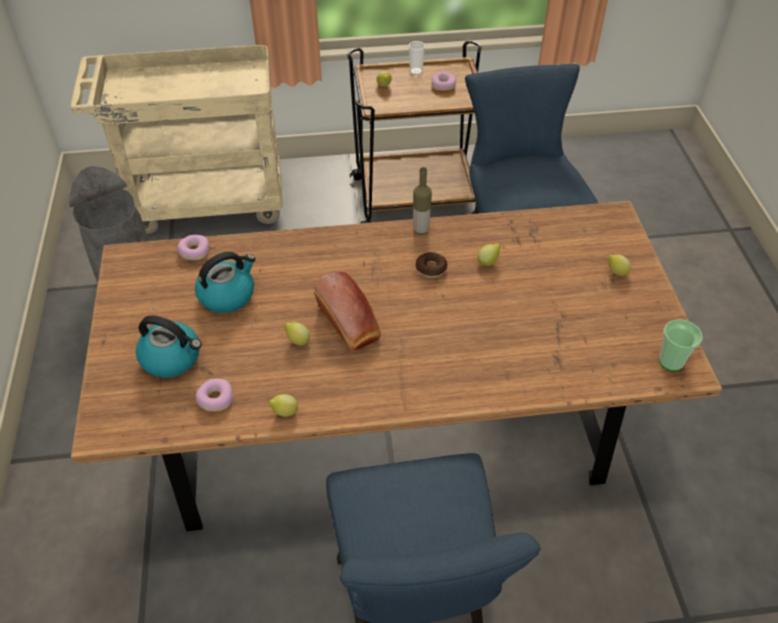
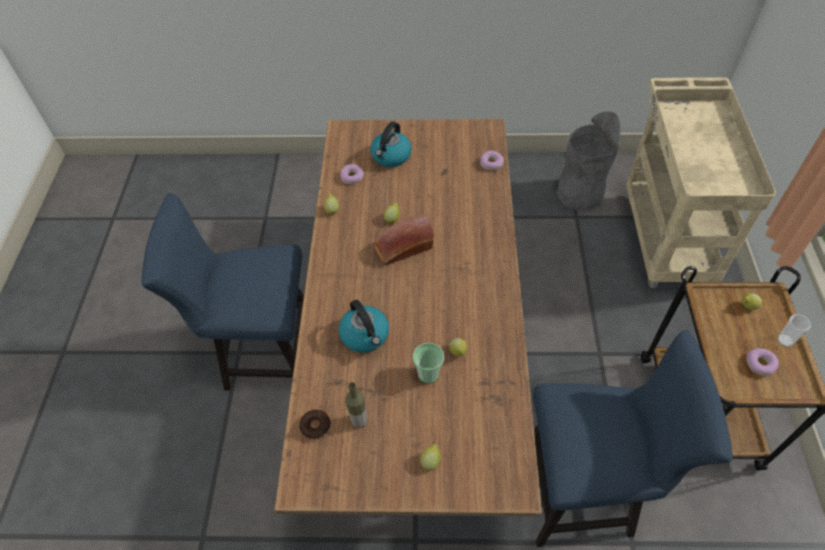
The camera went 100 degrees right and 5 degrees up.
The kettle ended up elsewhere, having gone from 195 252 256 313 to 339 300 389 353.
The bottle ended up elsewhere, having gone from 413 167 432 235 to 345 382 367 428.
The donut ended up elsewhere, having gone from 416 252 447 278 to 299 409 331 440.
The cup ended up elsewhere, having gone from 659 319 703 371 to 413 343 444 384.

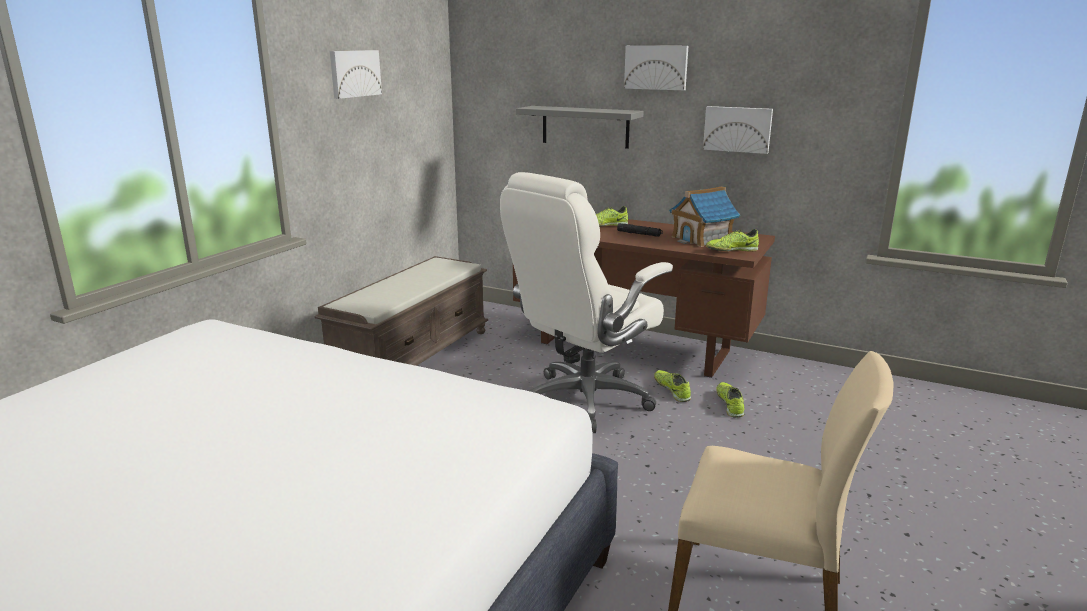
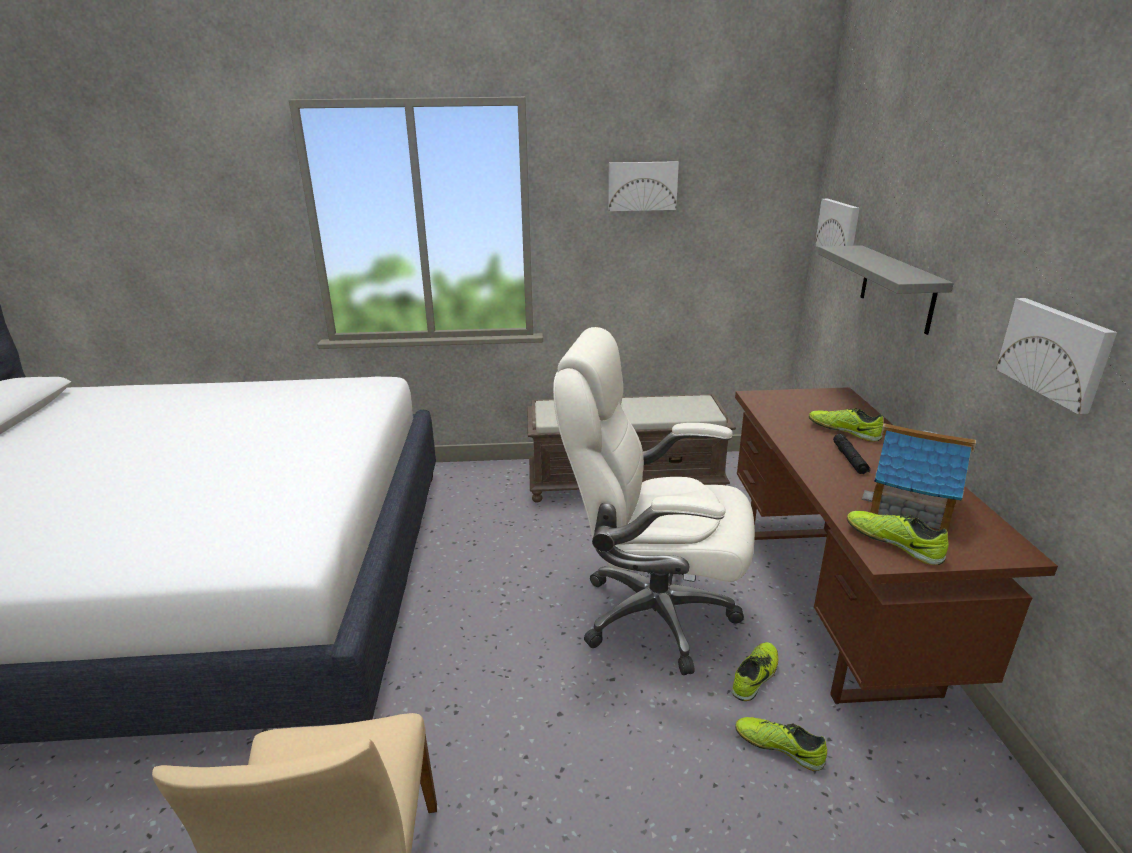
The camera went 60 degrees right and 5 degrees up.
The picture ended up elsewhere, having gone from 624 45 688 90 to 815 199 860 247.
The shoe at 717 382 744 418 ended up facing another way, 120 degrees counterclockwise from before.

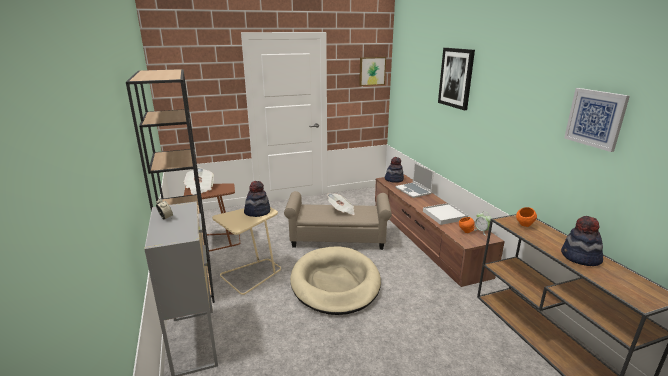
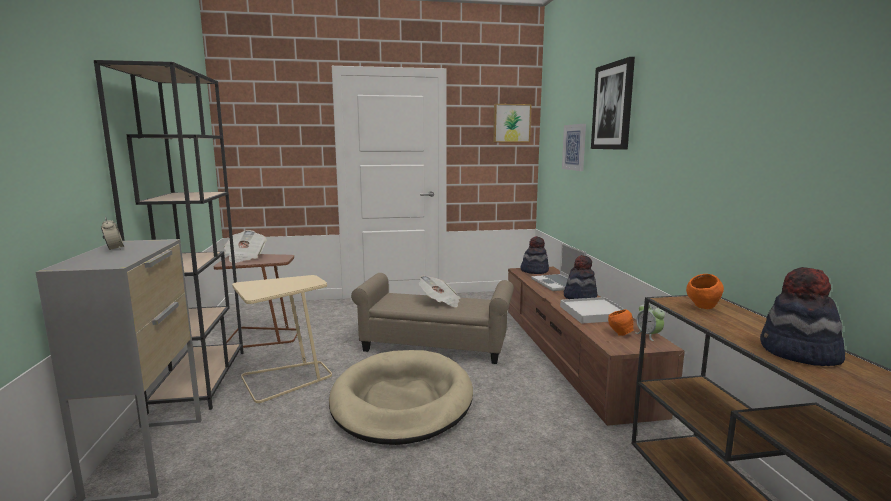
The camera went 10 degrees right and 10 degrees down.
The hat ended up elsewhere, having gone from 244 181 270 217 to 564 255 597 299.
The picture ended up elsewhere, having gone from 564 88 630 152 to 562 124 586 171.

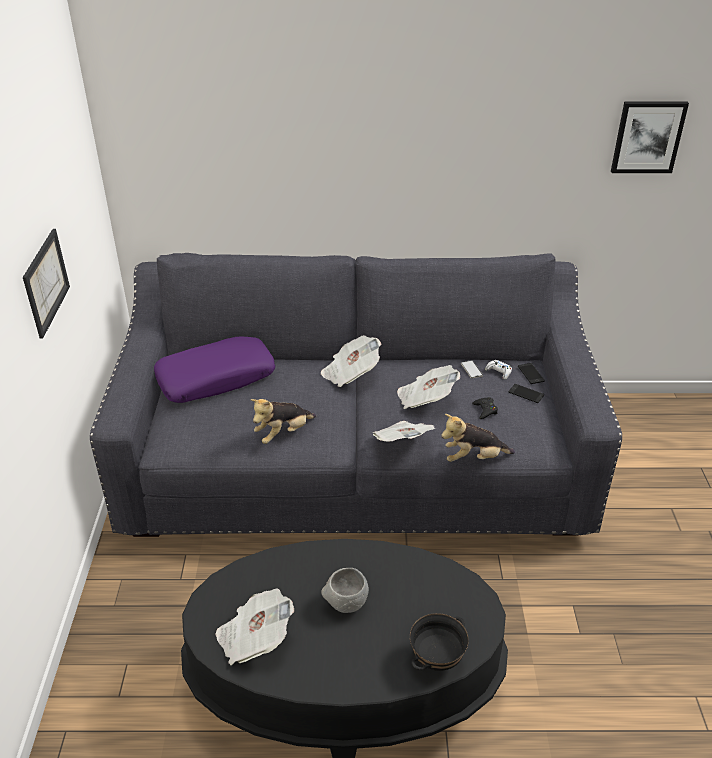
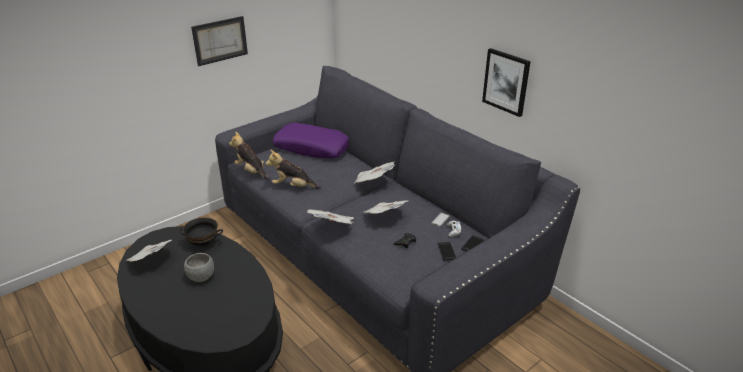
The camera went 50 degrees right and 5 degrees down.
The bowl/black ended up elsewhere, having gone from 410 613 469 671 to 179 217 223 248.
The plush toy ended up elsewhere, having gone from 441 414 515 462 to 229 132 271 181.
The picture ended up elsewhere, having gone from 611 101 689 173 to 482 48 531 117.

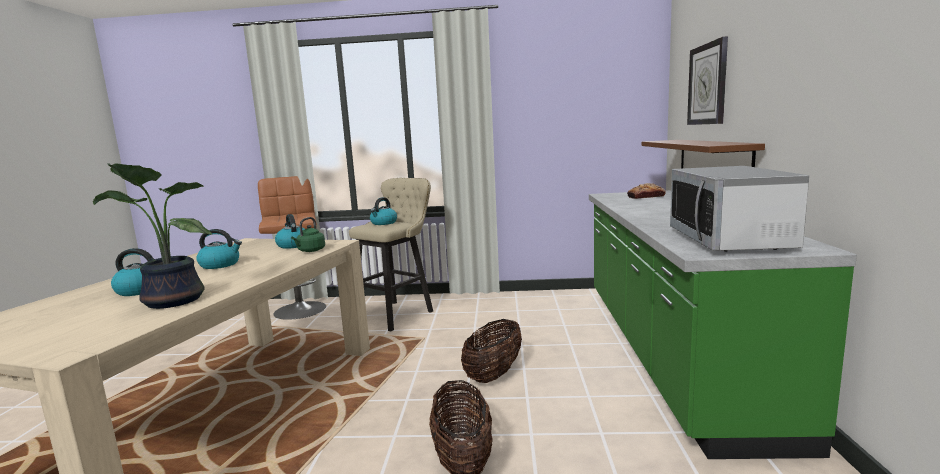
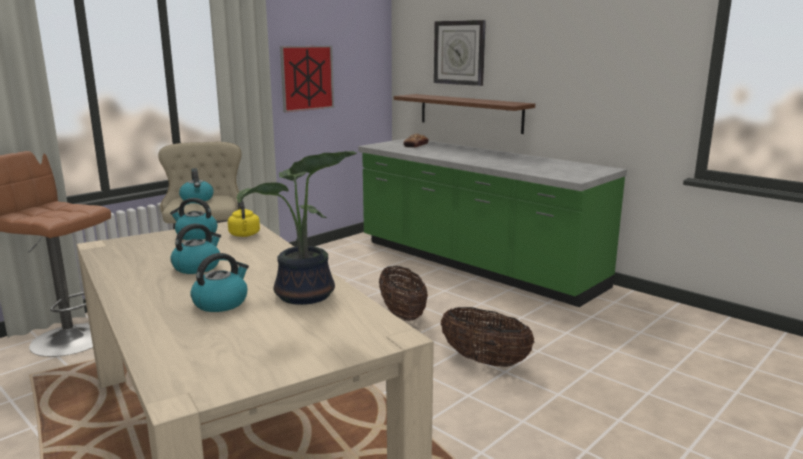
The camera went 50 degrees left and 5 degrees up.
What was the kettle/green at 291 217 325 252 turned into the kettle/yellow at 228 200 260 237.
The second view lost the microwave at 670 166 809 251.
The second view gained the picture at 280 46 334 112.

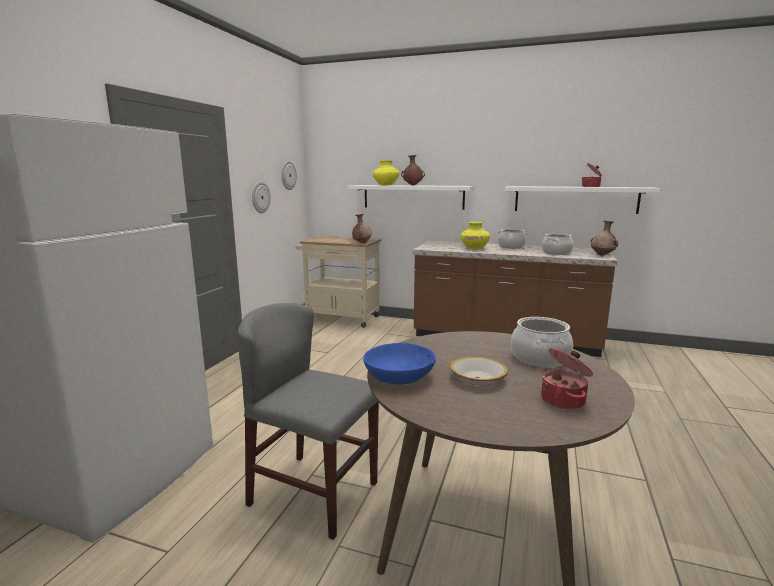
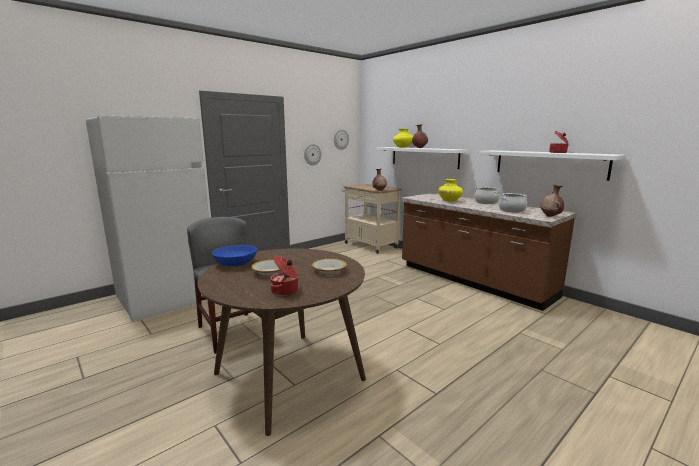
The camera went 30 degrees right and 0 degrees up.
Where the cooking pot stood at 511 317 573 367, the bowl came to stand at 312 259 347 275.

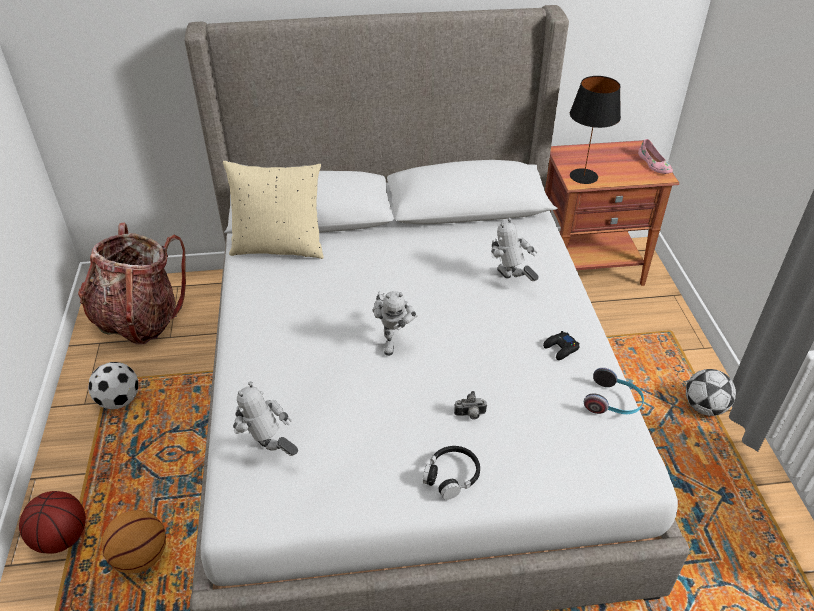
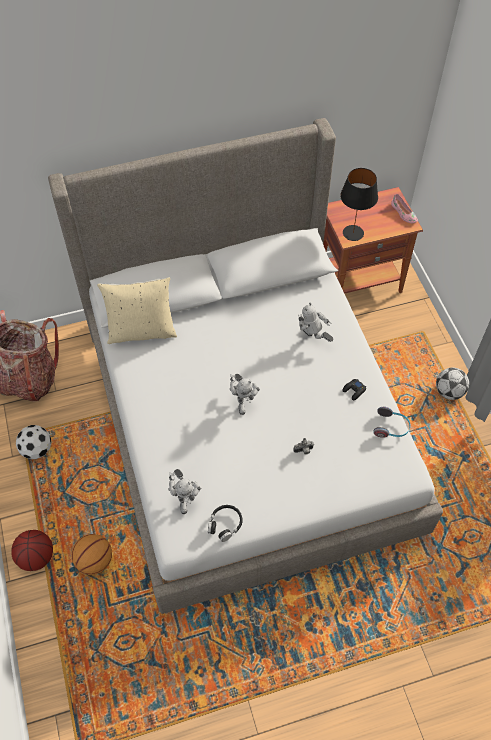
The camera went 10 degrees left and 15 degrees up.
The toy robot at 233 381 298 456 ended up facing another way, 135 degrees counterclockwise from before.
The headphones/black ended up elsewhere, having gone from 422 446 480 500 to 208 505 243 542.

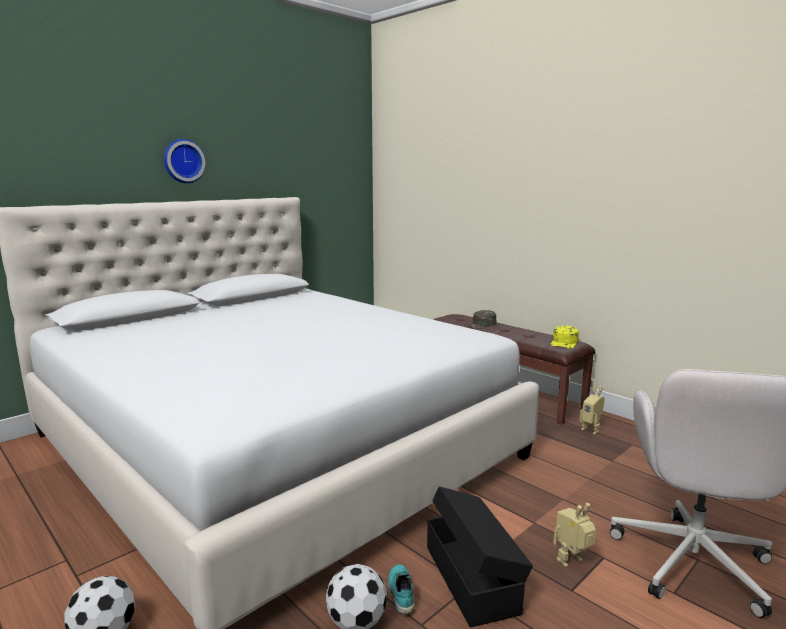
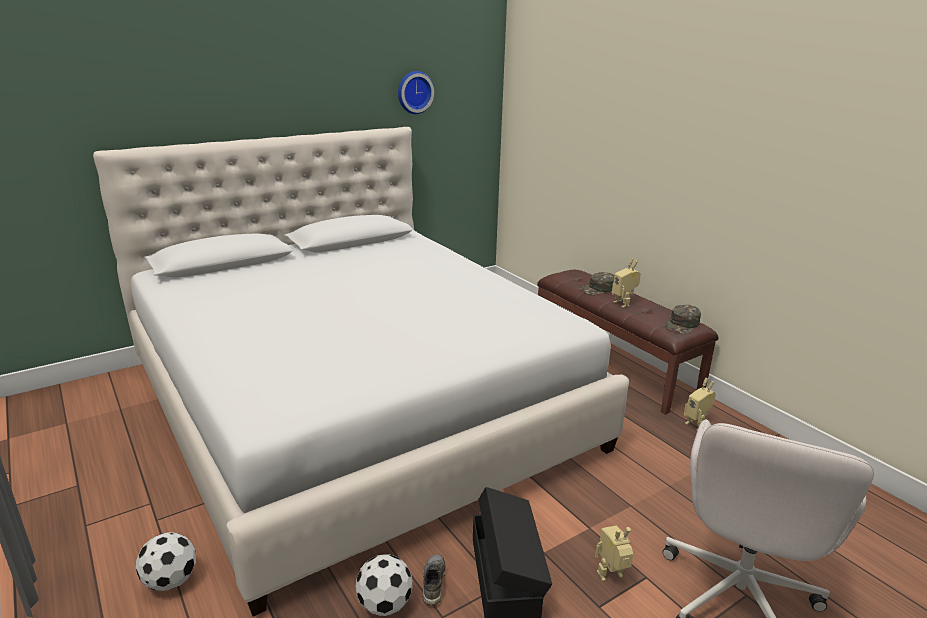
The camera went 10 degrees right and 10 degrees up.
The wall clock ended up elsewhere, having gone from 164 139 206 183 to 398 71 434 114.
What was the shoe/turquoise at 388 564 415 614 turned into the shoe/grey at 423 554 446 605.
What was the cap/yellow at 550 326 579 348 turned into the cap/green at 664 305 701 334.
The second view gained the toy robot at 612 258 641 308.

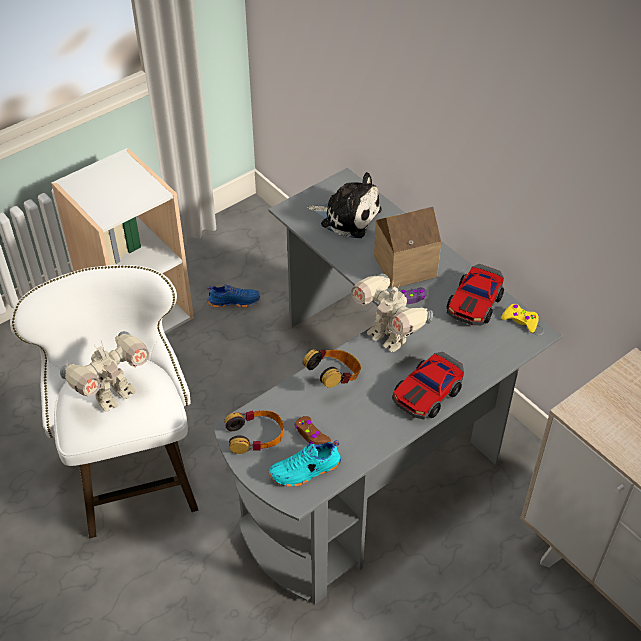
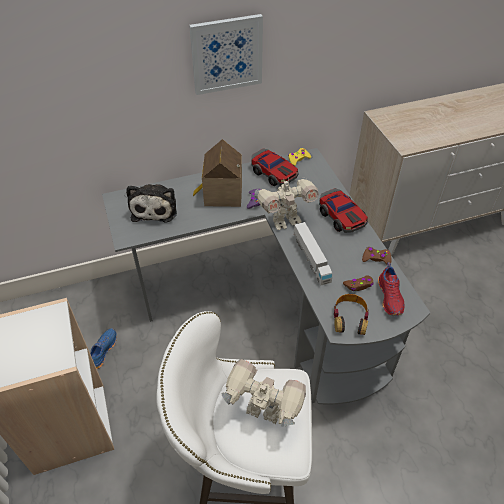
The camera went 70 degrees left and 0 degrees up.
The toy robot at 60 331 149 412 ended up facing another way, 45 degrees counterclockwise from before.
What was the shoe/turquoise at 269 440 341 487 turned into the shoe/red at 378 263 405 316.
Where the headphones stood at 303 349 361 388, the toy truck came to stand at 293 222 332 285.
The plush toy at 307 172 381 238 ended up facing another way, 135 degrees clockwise from before.
The second view gained the picture at 189 14 263 95.
The second view gained the game controller/brown at 362 247 391 265.

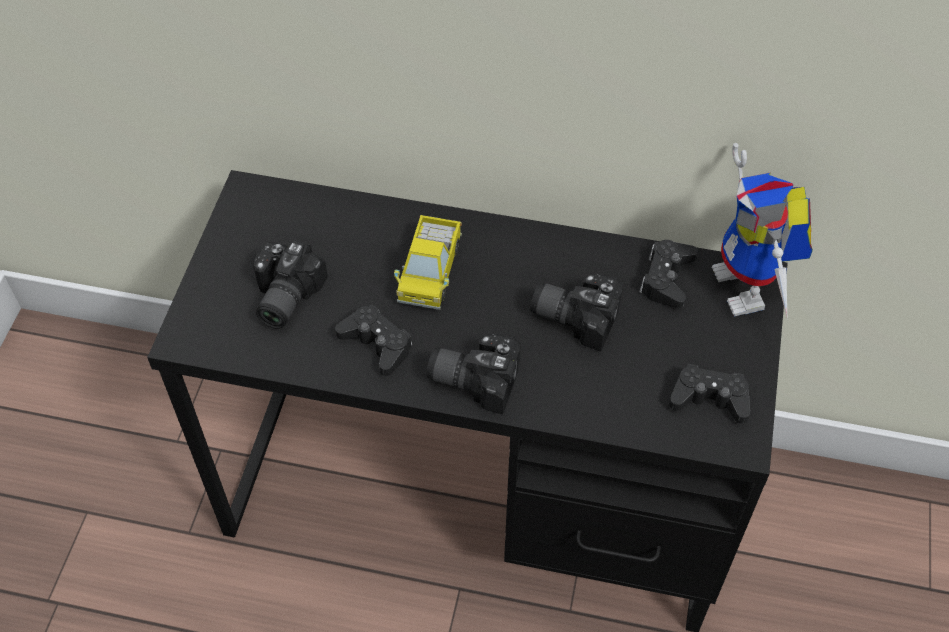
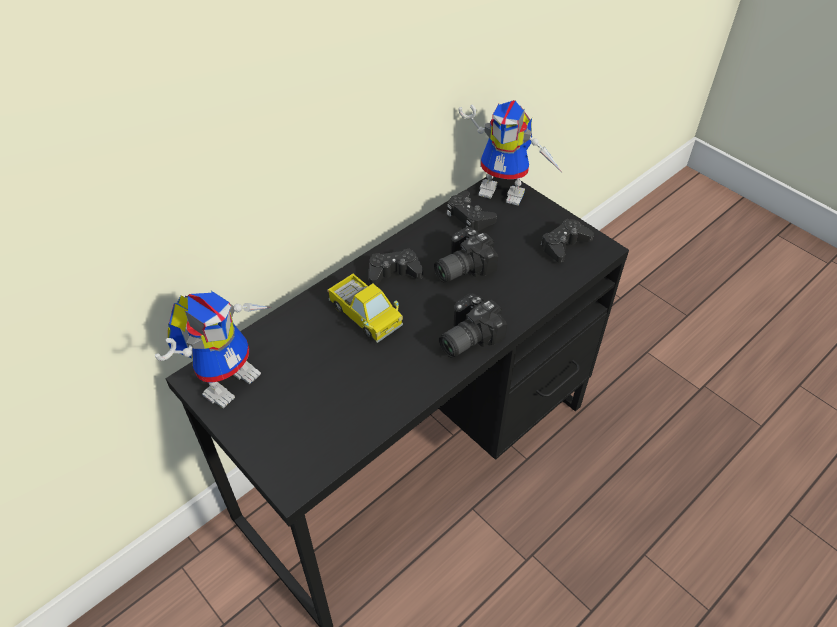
The camera went 55 degrees left and 5 degrees down.
The second view lost the photo camera at 253 240 328 329.
The game controller/black ended up elsewhere, having gone from 335 304 412 376 to 369 249 423 285.
The second view gained the toy robot at 155 291 273 408.

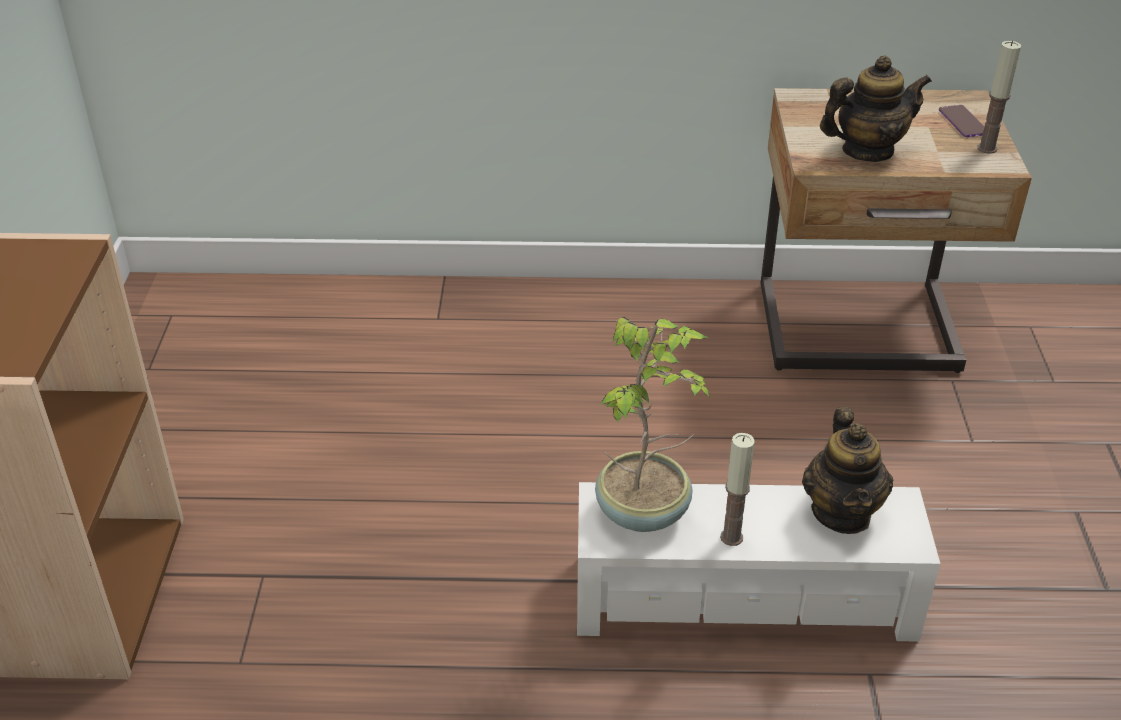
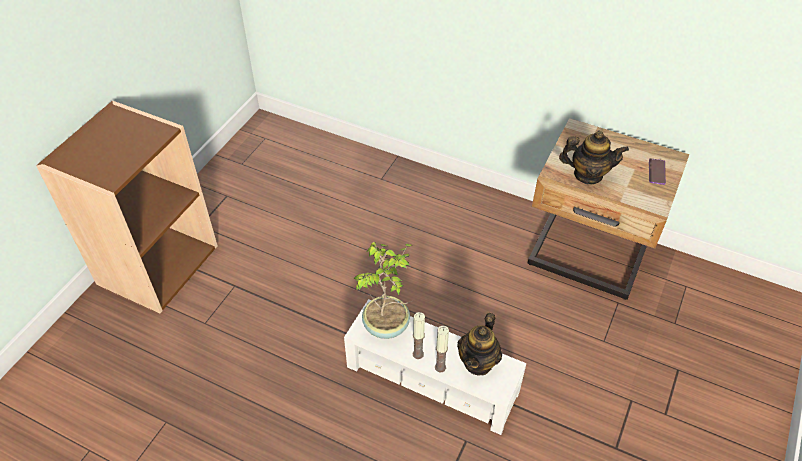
The camera went 25 degrees right and 10 degrees up.
The candle ended up elsewhere, having gone from 977 41 1021 154 to 435 326 449 372.

